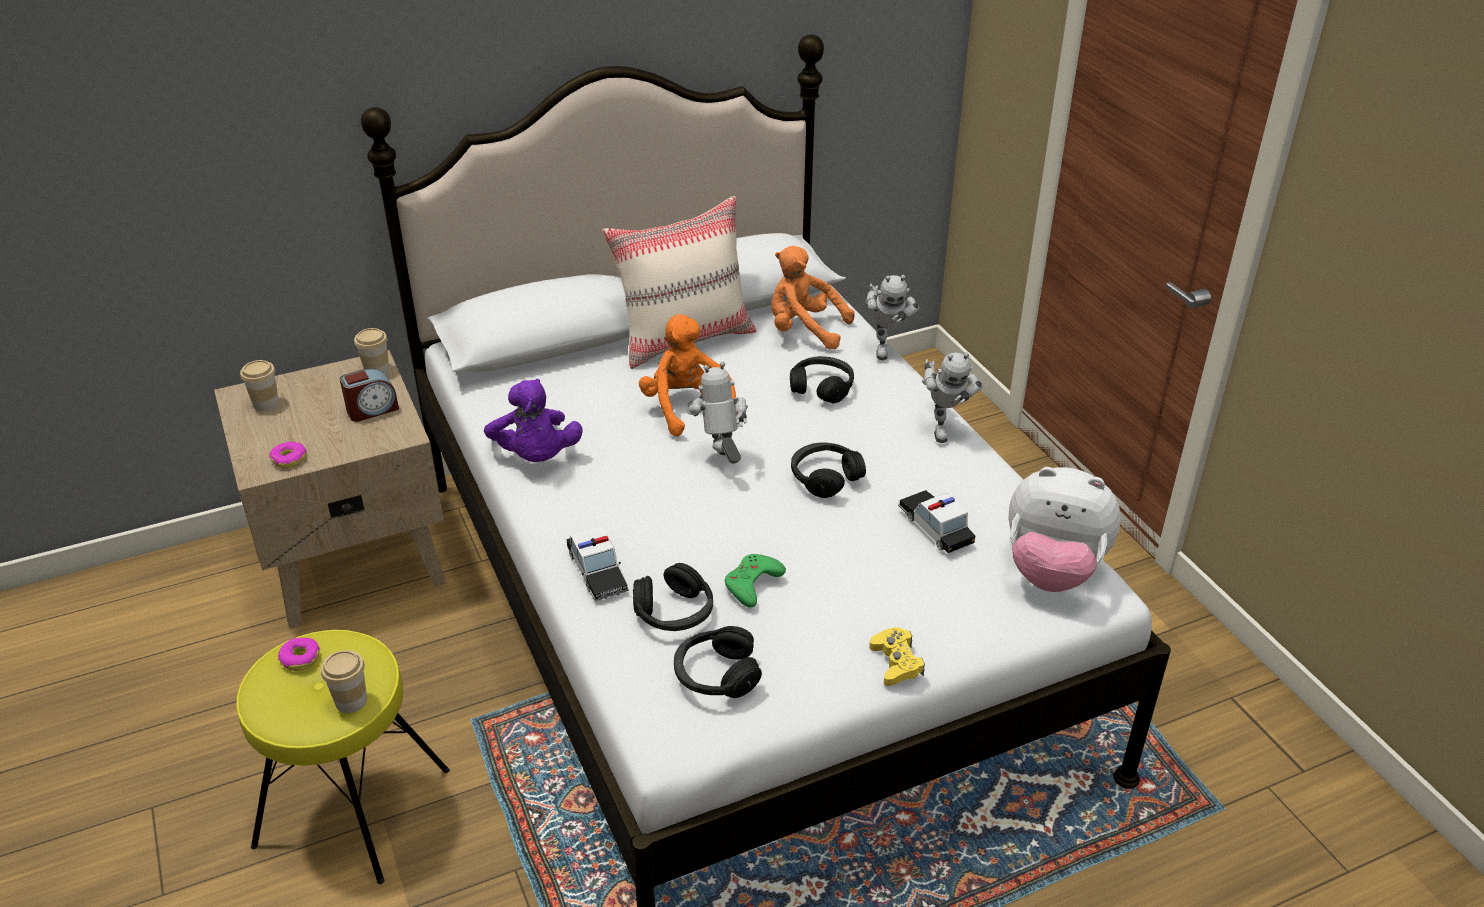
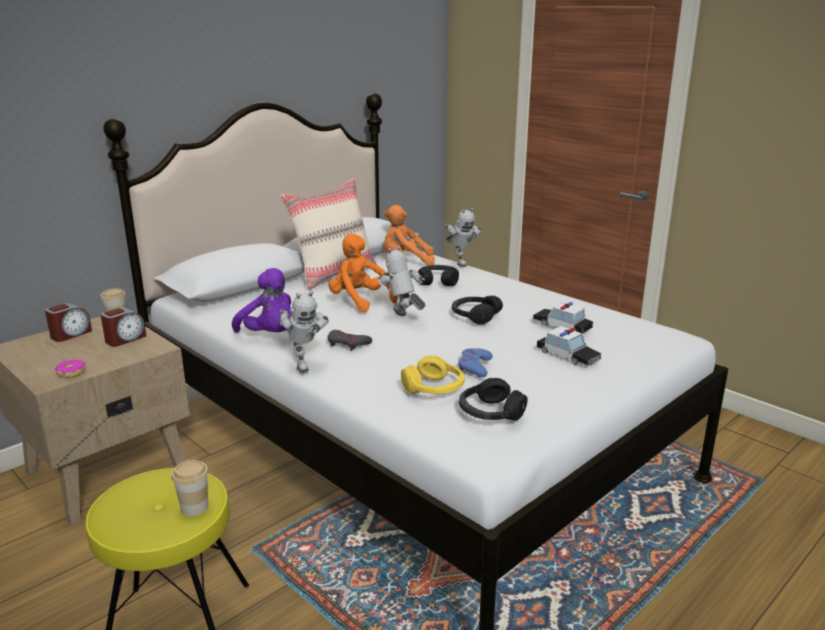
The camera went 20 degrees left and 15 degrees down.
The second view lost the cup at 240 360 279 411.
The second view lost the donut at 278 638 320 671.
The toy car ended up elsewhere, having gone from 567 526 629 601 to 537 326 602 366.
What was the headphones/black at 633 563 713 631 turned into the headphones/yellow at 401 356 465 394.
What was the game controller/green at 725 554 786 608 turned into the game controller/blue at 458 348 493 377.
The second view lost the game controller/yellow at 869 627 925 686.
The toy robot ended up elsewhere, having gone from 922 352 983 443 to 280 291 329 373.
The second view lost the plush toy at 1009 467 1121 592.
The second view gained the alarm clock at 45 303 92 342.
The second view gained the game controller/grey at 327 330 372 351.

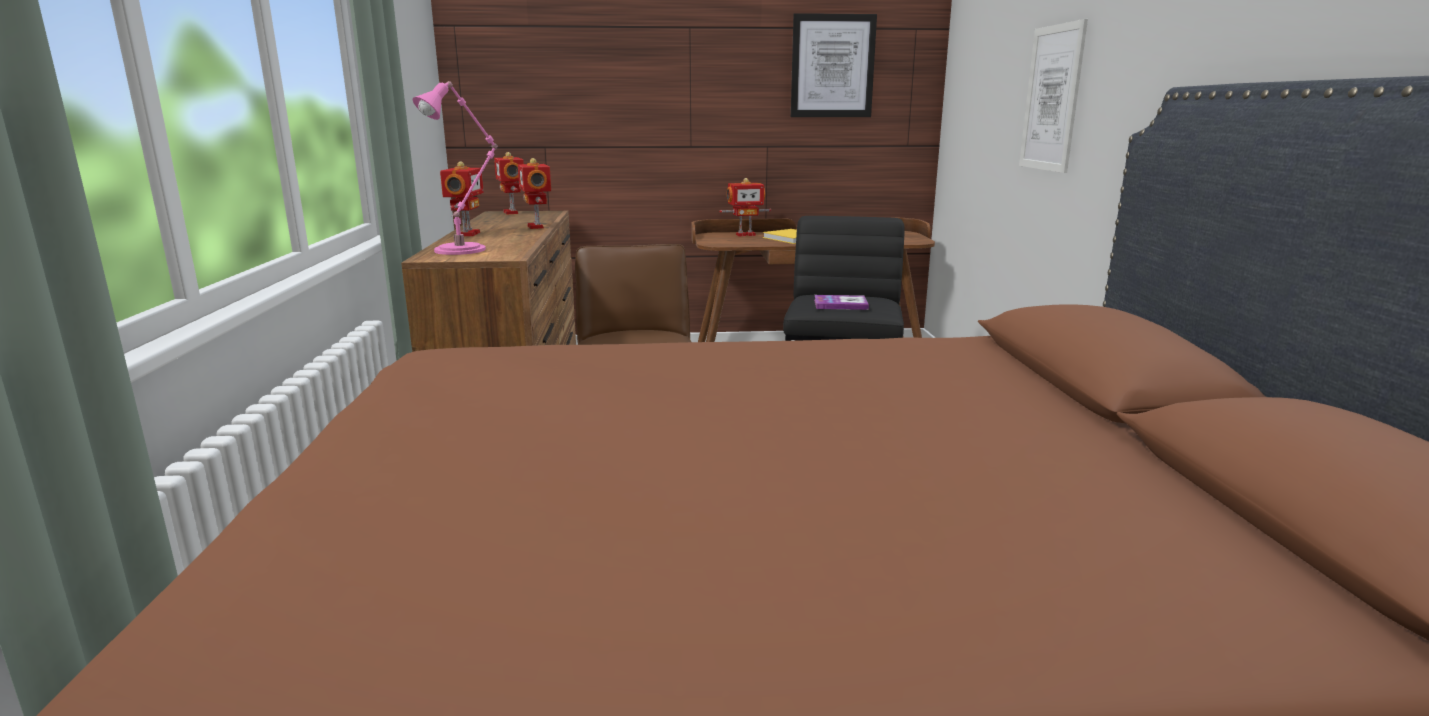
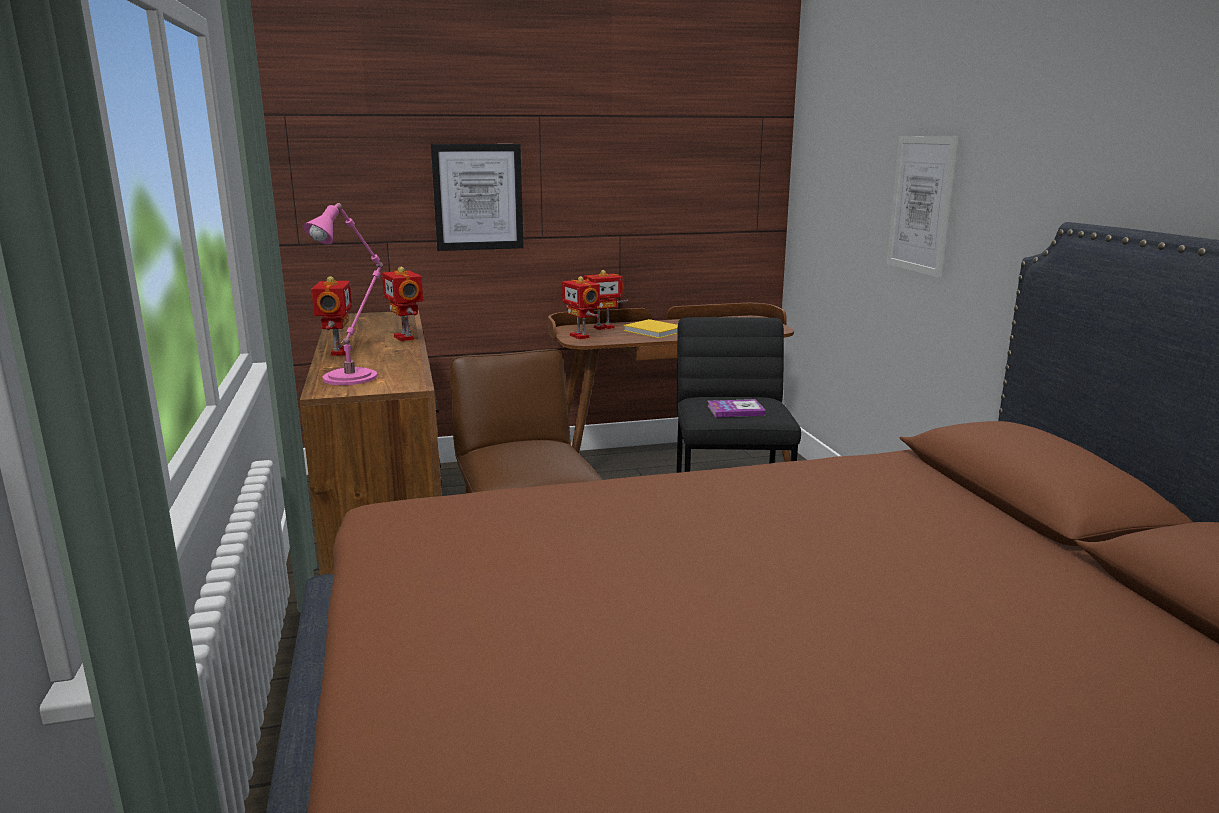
The camera went 10 degrees left and 0 degrees up.
The toy robot ended up elsewhere, having gone from 494 152 524 215 to 562 276 600 339.
The picture ended up elsewhere, having gone from 791 13 877 117 to 431 144 524 251.

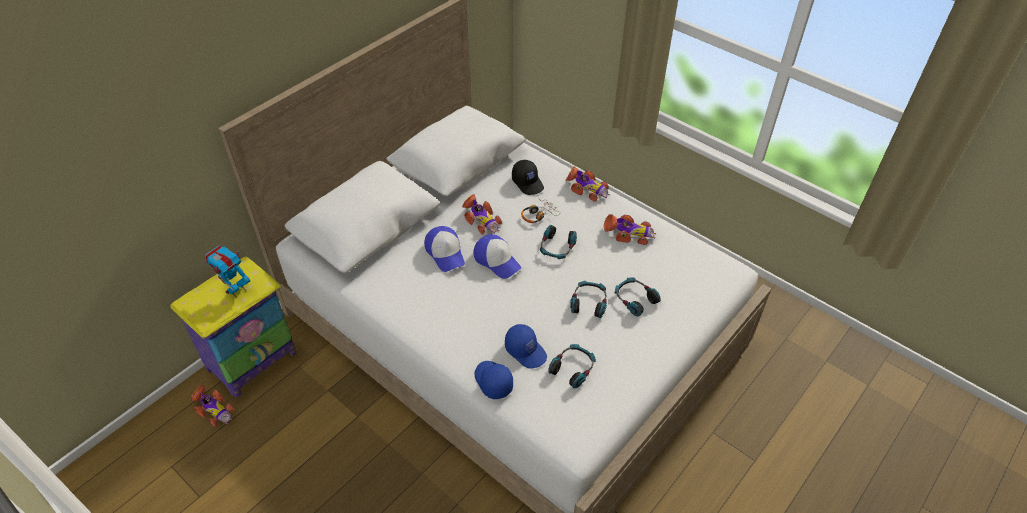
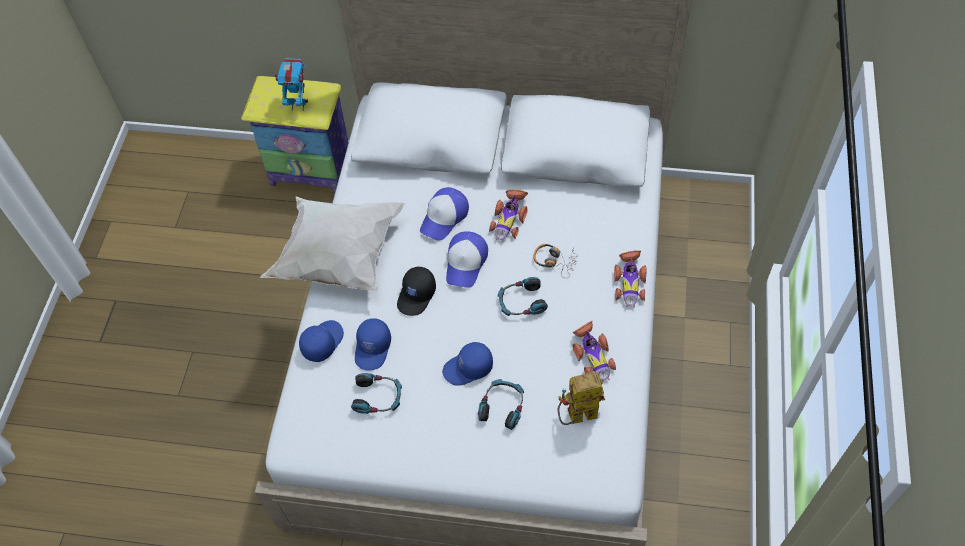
The camera went 60 degrees right and 10 degrees up.
The second view lost the toy car at 191 384 235 427.
The cap/black ended up elsewhere, having gone from 512 160 544 195 to 397 267 436 316.
Where the headphones stood at 570 281 607 318, the cap/blue came to stand at 442 342 493 386.
The second view gained the pillow/white at 260 196 405 291.
The second view gained the toy robot at 558 372 605 425.

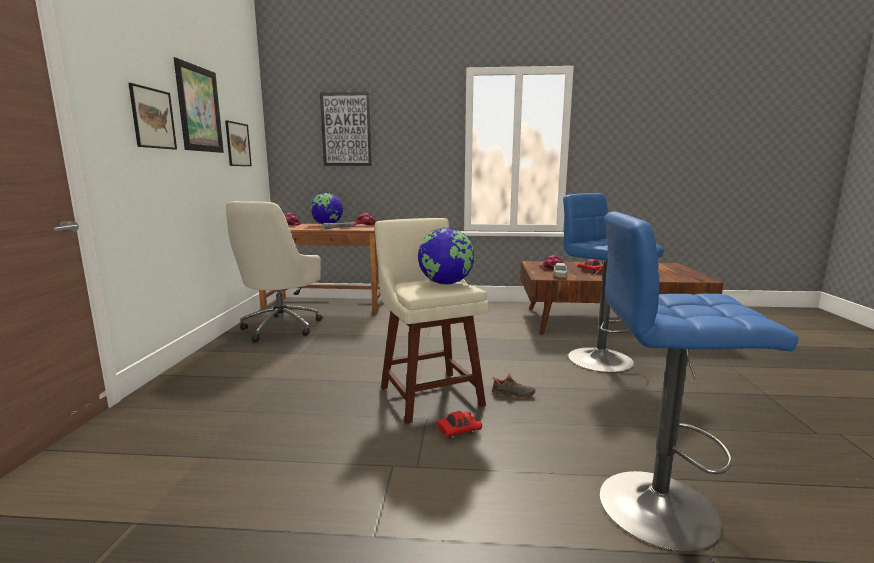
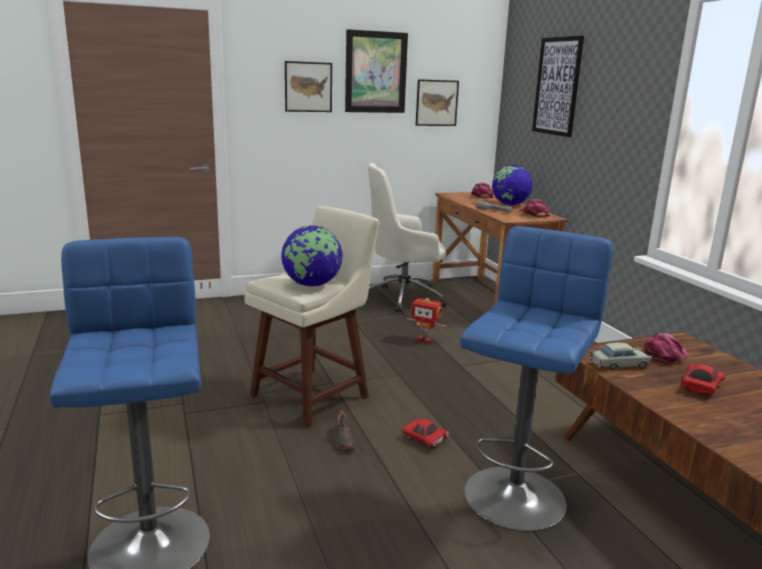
The camera went 65 degrees right and 5 degrees up.
The toy car/red ended up elsewhere, having gone from 436 411 482 438 to 402 419 449 448.
The second view gained the toy robot at 406 298 446 344.

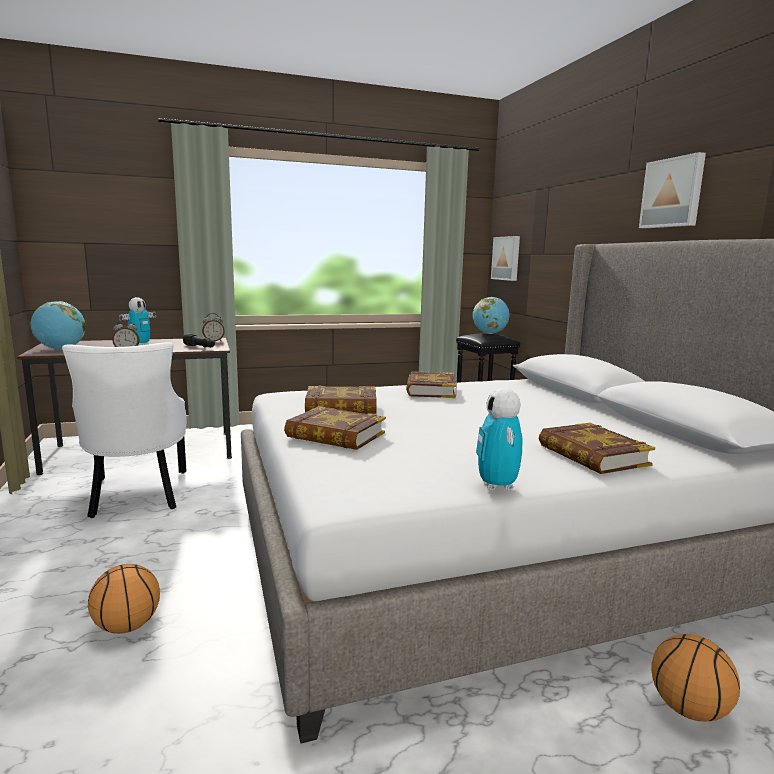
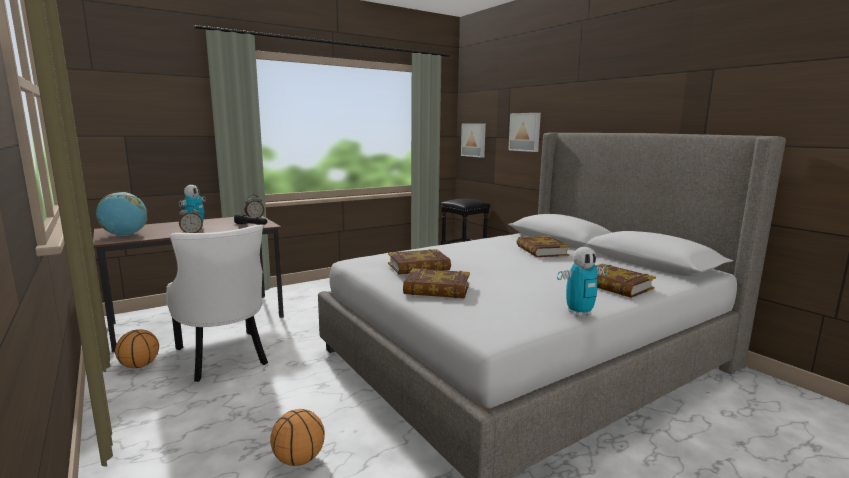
The camera went 15 degrees left and 0 degrees up.
The book ended up elsewhere, having gone from 406 371 456 398 to 516 236 570 257.
The second view lost the globe at 473 297 509 334.
The toy robot at 476 388 523 491 ended up facing another way, 90 degrees counterclockwise from before.
The picture ended up elsewhere, having gone from 639 152 706 228 to 508 113 541 152.
The basketball ended up elsewhere, having gone from 651 634 740 721 to 115 329 159 368.

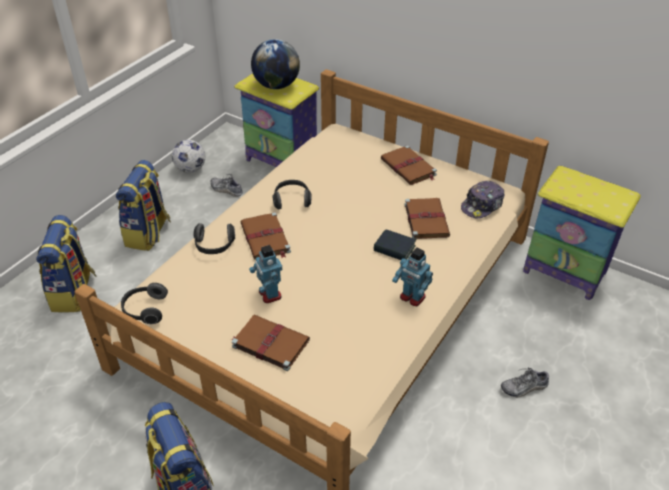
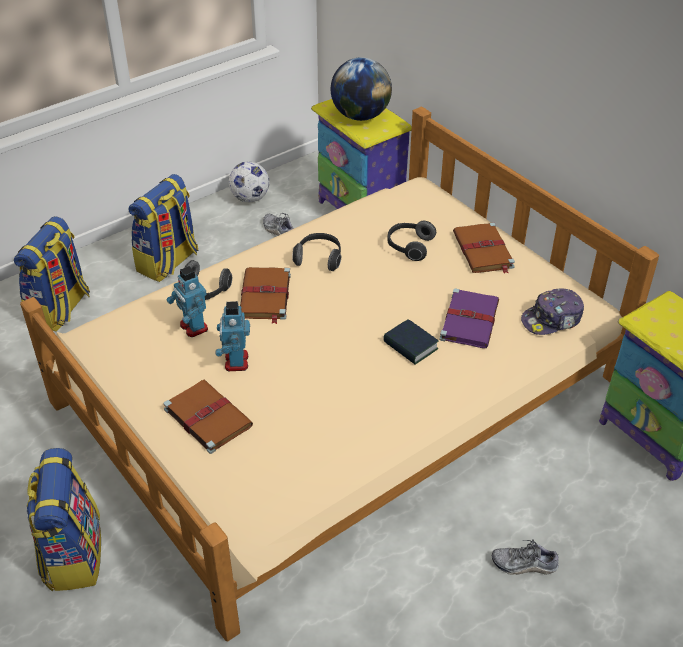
The camera went 20 degrees right and 0 degrees up.
The headphones ended up elsewhere, having gone from 121 283 168 324 to 387 221 436 261.
The toy robot ended up elsewhere, having gone from 392 247 433 306 to 167 266 208 337.
What was the book/brown at 404 198 450 239 turned into the book/purple at 439 288 499 348.

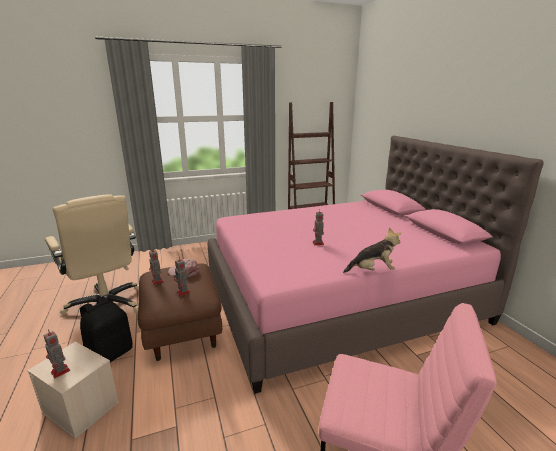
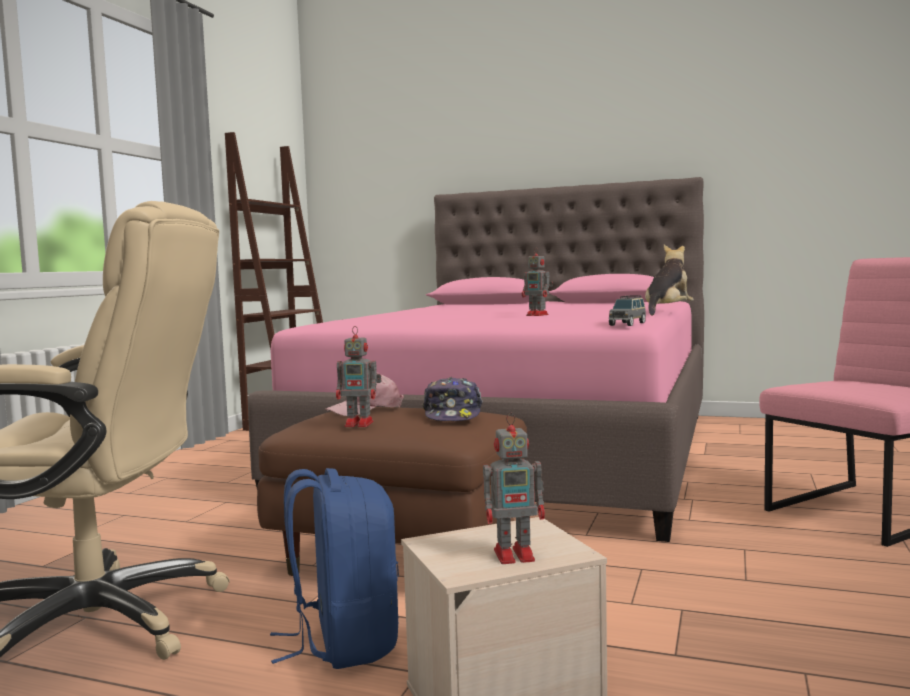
The camera went 50 degrees left and 15 degrees down.
What was the backpack/black at 80 297 133 362 turned into the backpack/blue at 270 468 399 669.
Where the toy robot stood at 174 257 190 296, the cap came to stand at 422 377 483 421.
The second view gained the toy car/grey at 609 296 646 326.

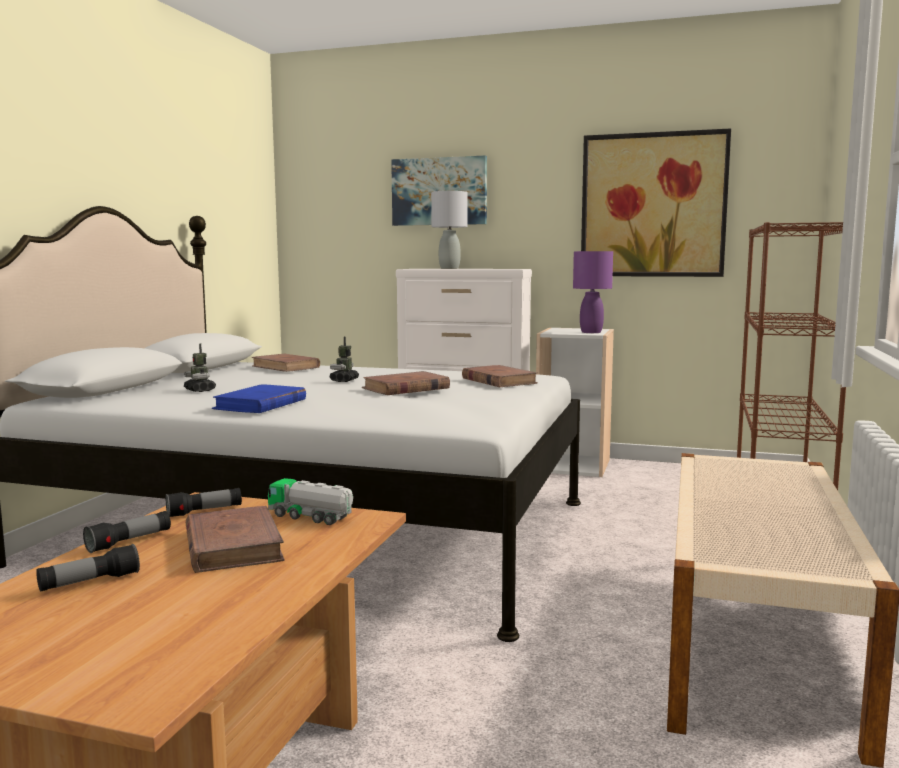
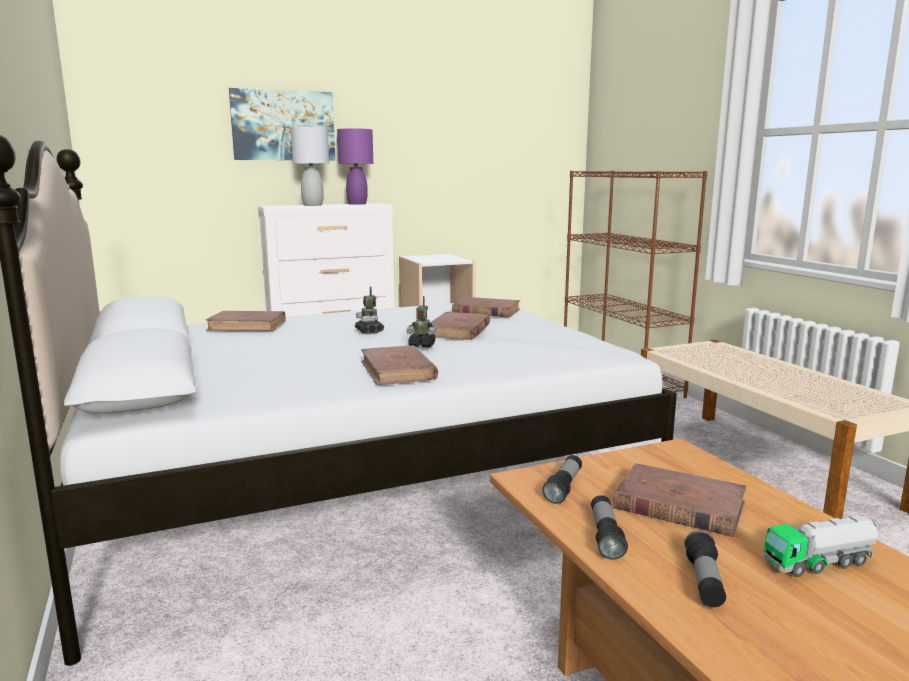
The camera went 40 degrees left and 5 degrees up.
The toy robot ended up elsewhere, having gone from 184 343 216 392 to 406 296 436 347.
What was the book/blue at 212 384 306 413 turned into the book/brown at 361 345 438 385.
The toy truck ended up elsewhere, having gone from 268 478 353 525 to 763 515 878 577.
The table lamp/purple ended up elsewhere, having gone from 573 251 613 333 to 337 129 373 205.
The second view lost the picture at 581 128 731 277.

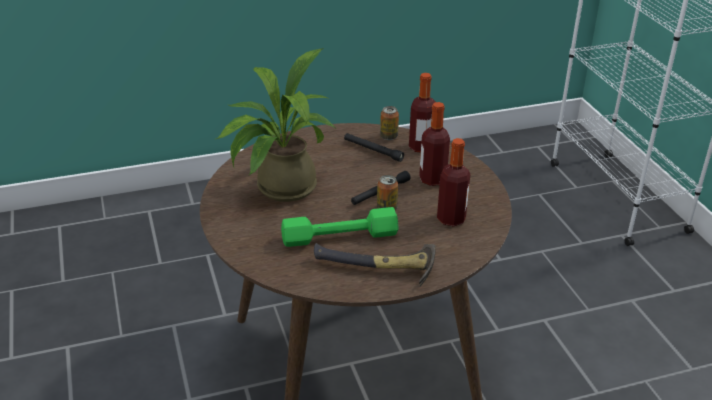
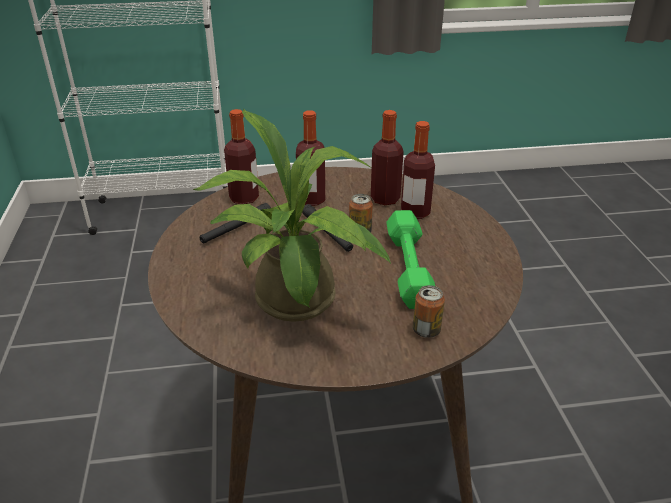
The camera went 80 degrees left and 0 degrees up.
The second view lost the hammer at 314 243 436 287.
The can ended up elsewhere, having gone from 380 106 399 140 to 413 285 445 338.
The second view gained the bottle at 401 121 435 219.

